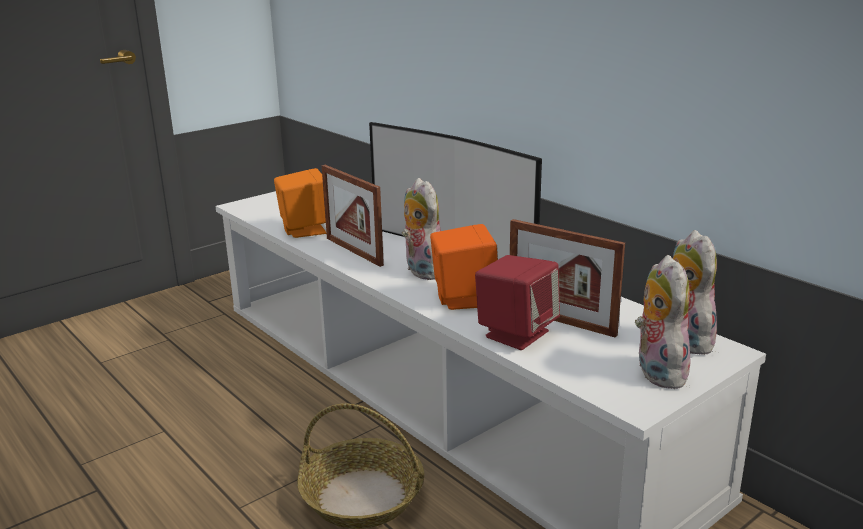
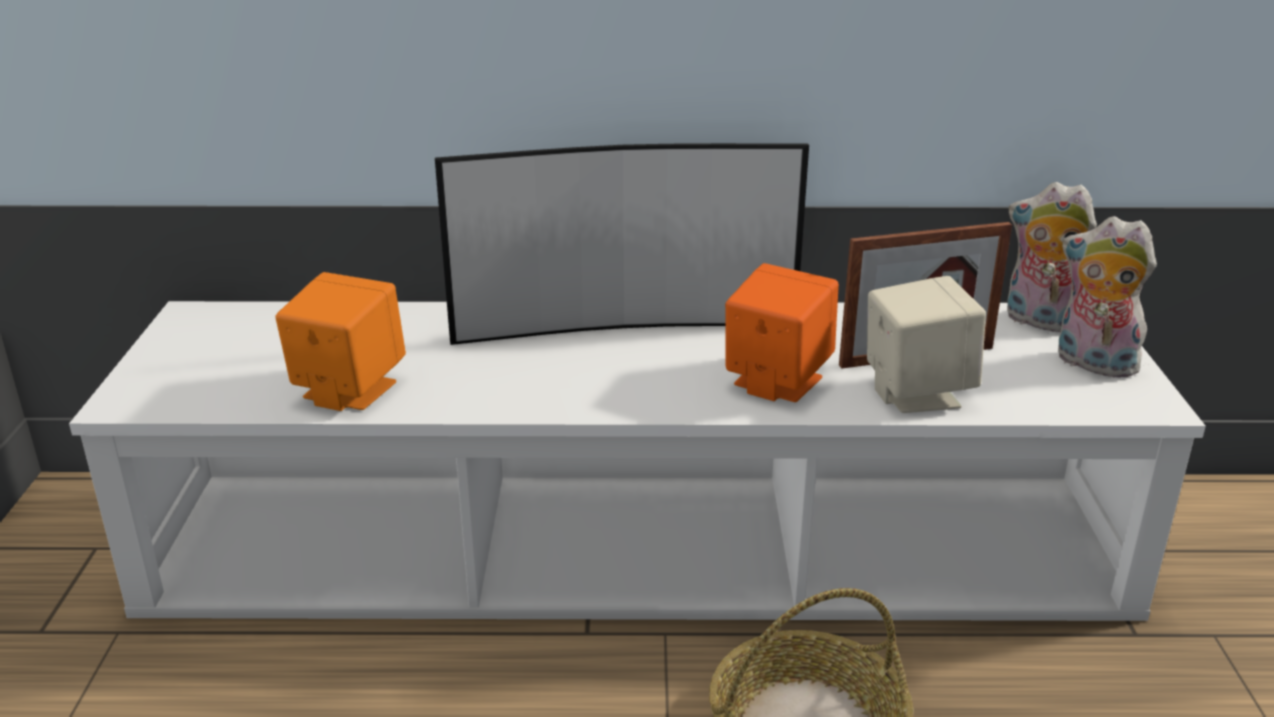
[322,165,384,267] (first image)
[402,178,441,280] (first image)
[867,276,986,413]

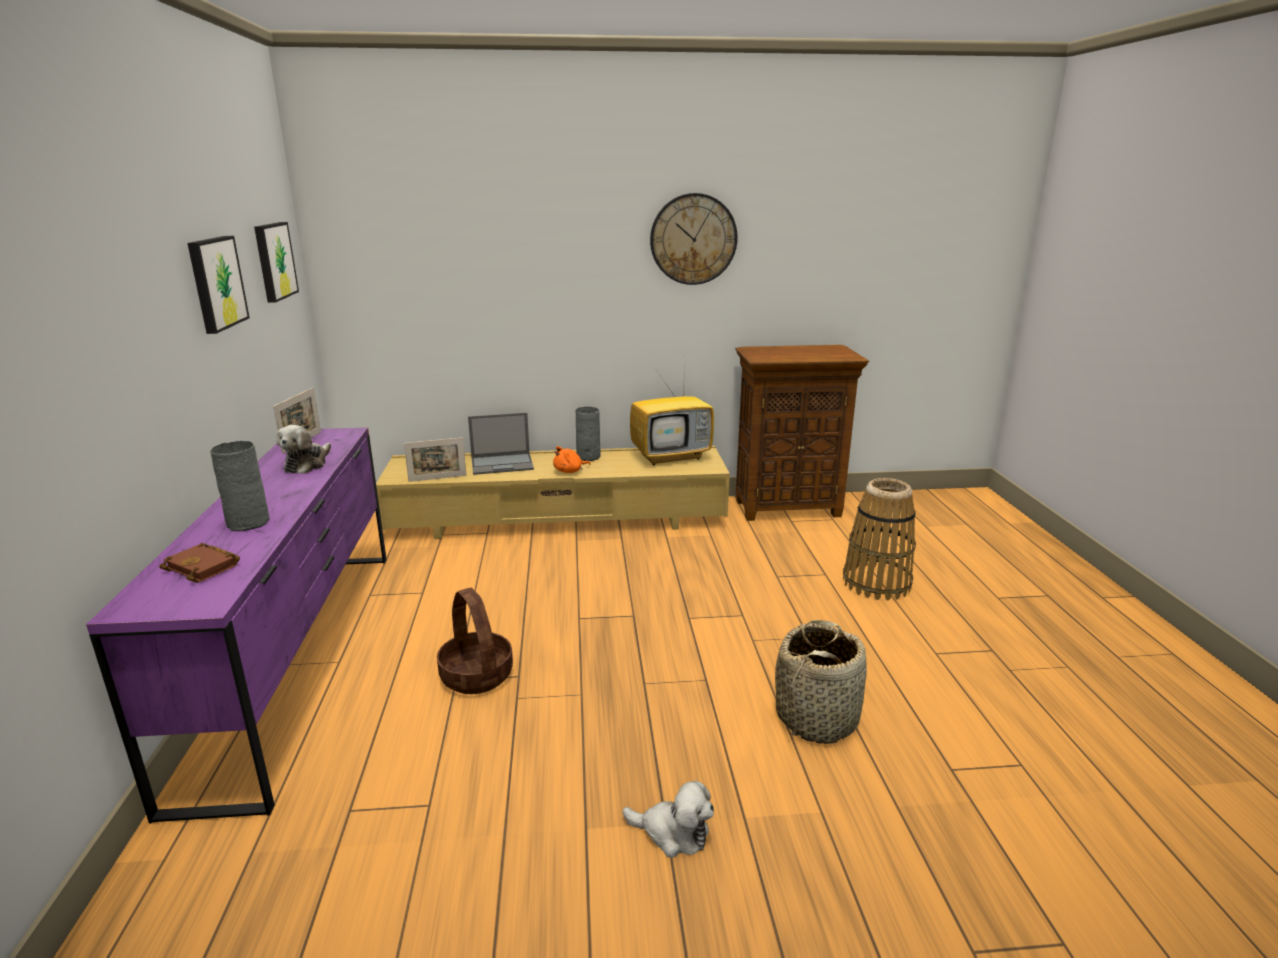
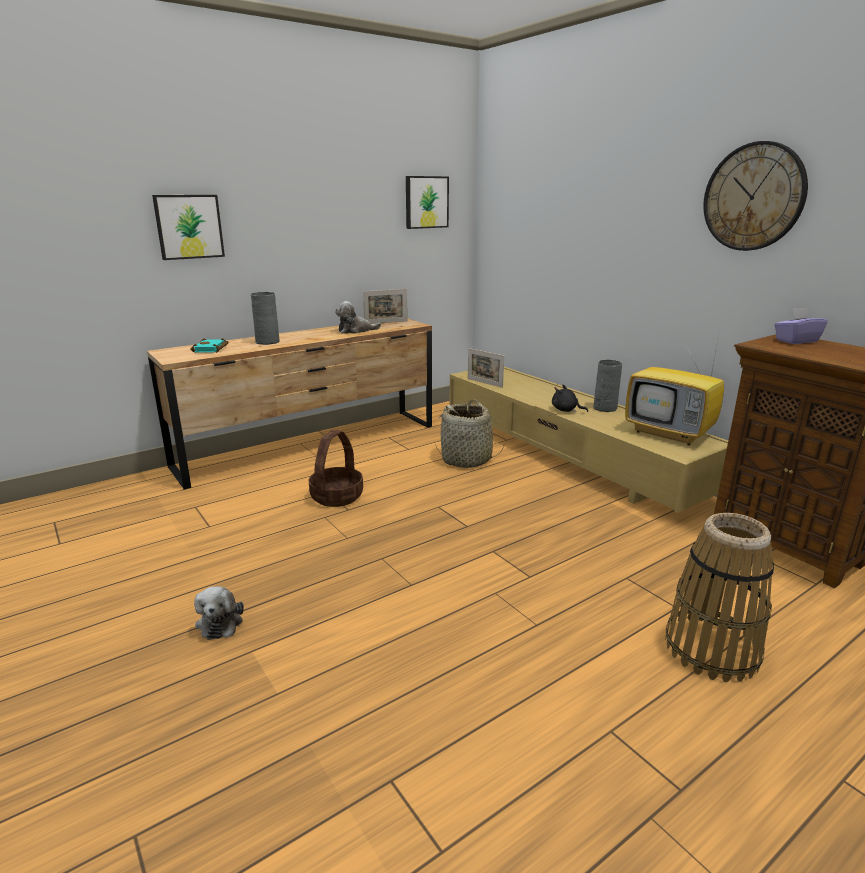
[152,195,225,260]
[468,413,534,475] (first image)
[147,318,432,489]
[552,385,588,412]
[190,338,229,353]
[435,399,504,468]
[774,307,828,344]

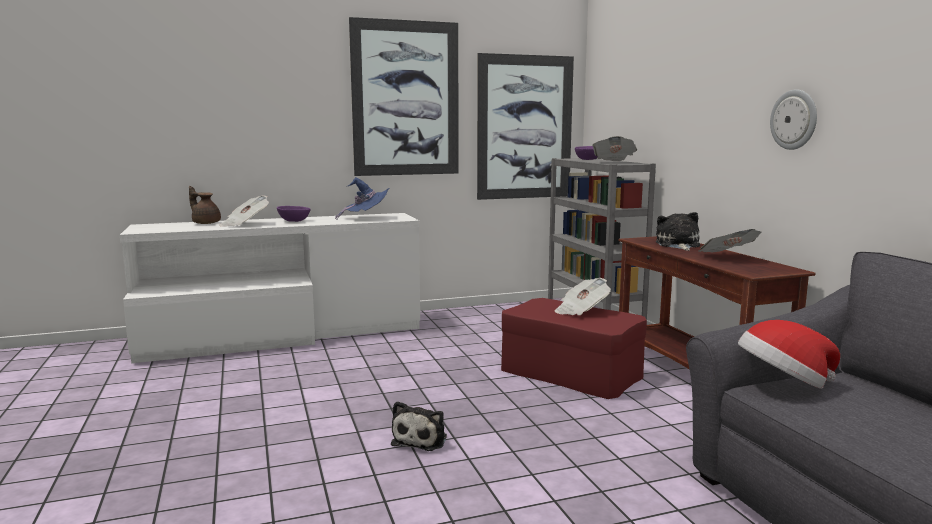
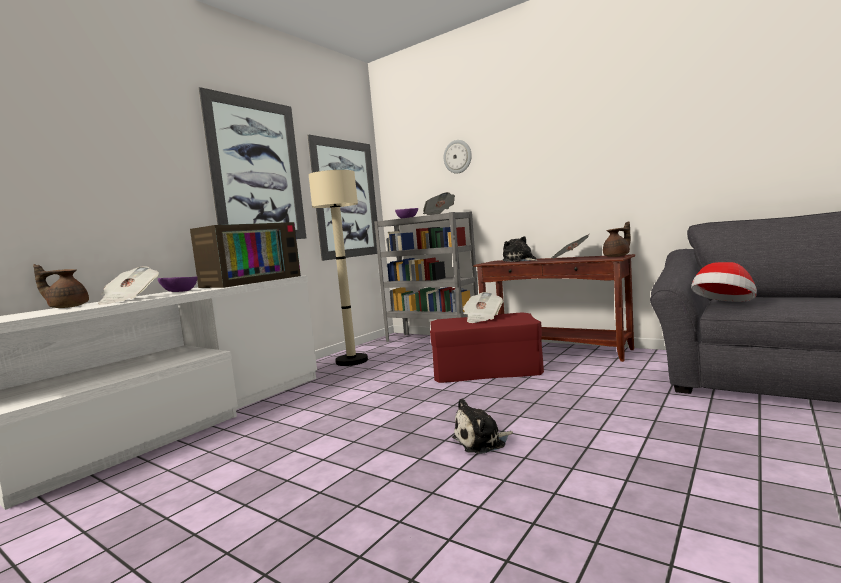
[444,140,472,174]
[190,222,301,288]
[452,398,513,454]
[309,170,368,366]
[603,221,631,257]

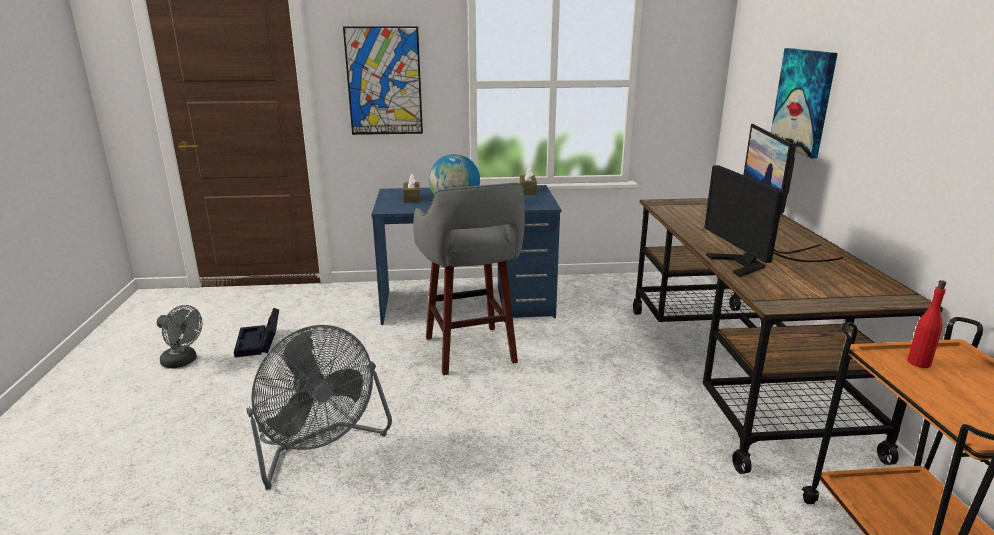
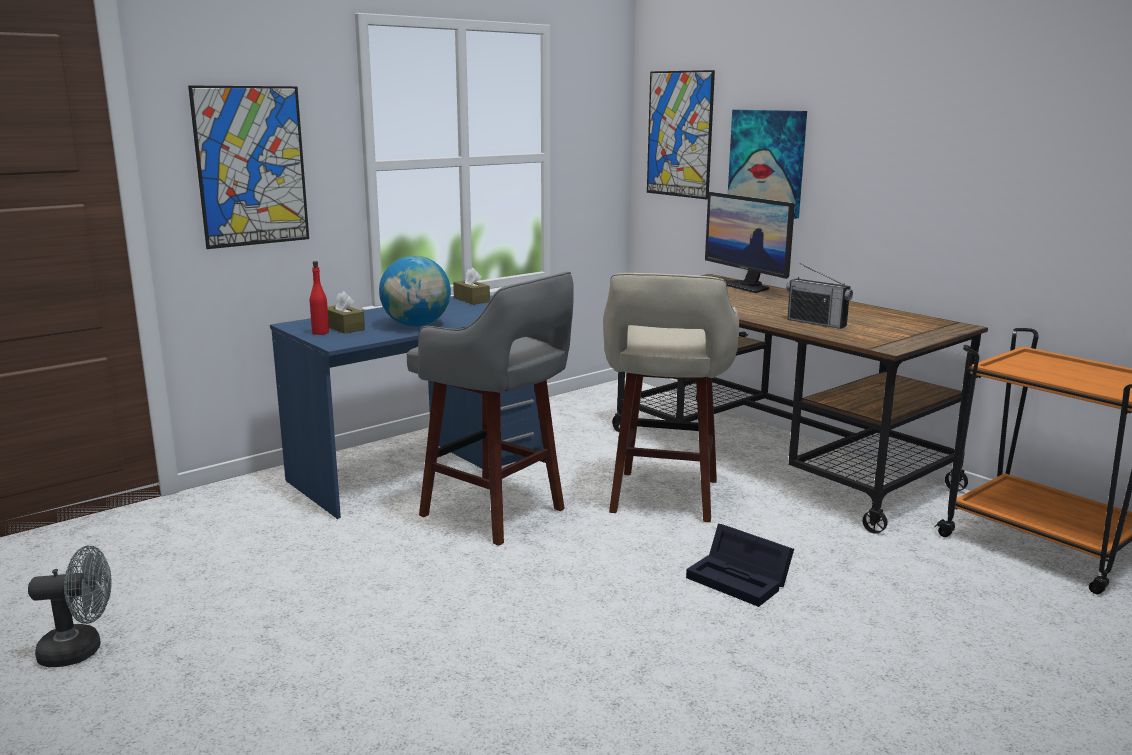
[786,263,853,329]
[310,261,329,335]
[686,524,794,607]
[246,325,392,490] (first image)
[647,70,715,199]
[603,273,739,522]

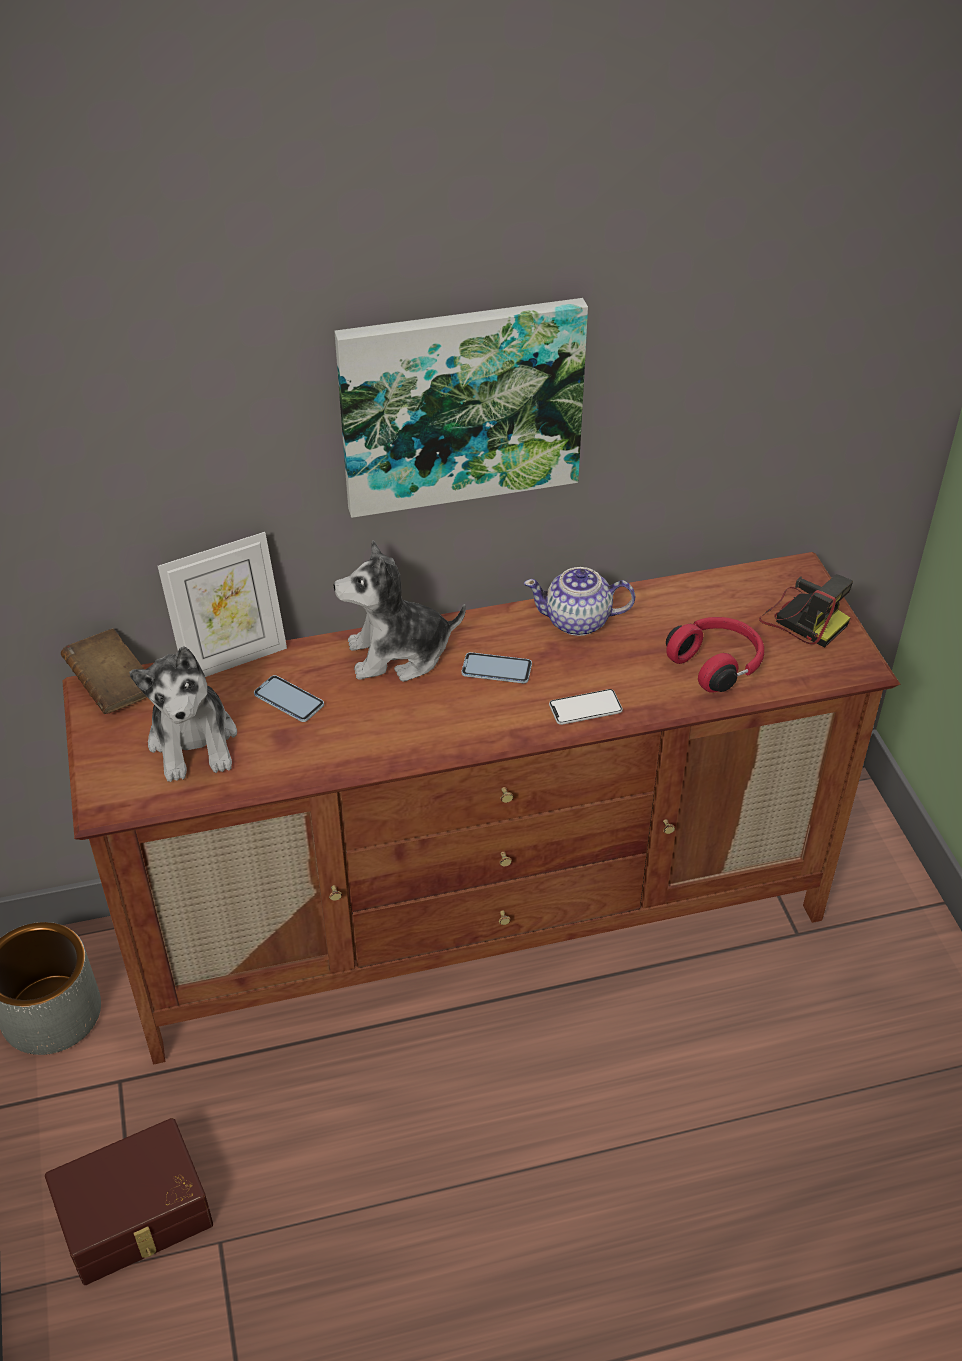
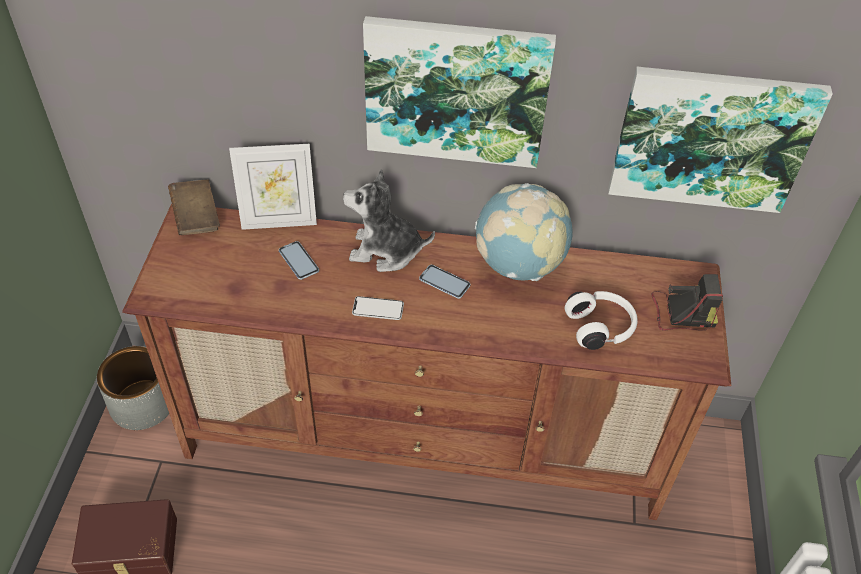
[475,183,573,281]
[651,274,723,331]
[565,291,638,350]
[129,646,237,782] (first image)
[352,296,404,320]
[608,67,833,213]

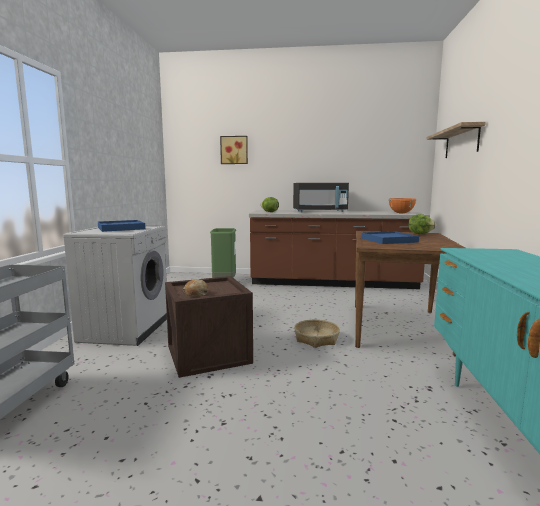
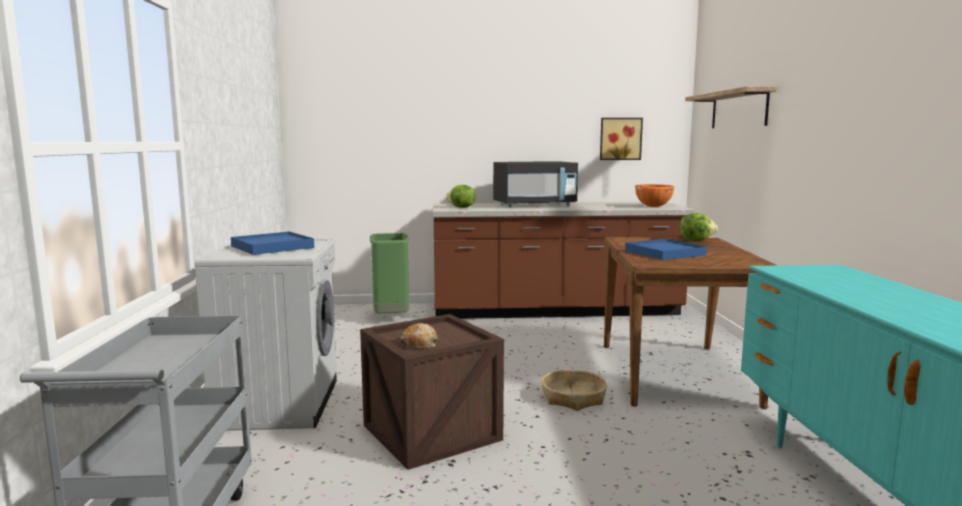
[600,118,643,160]

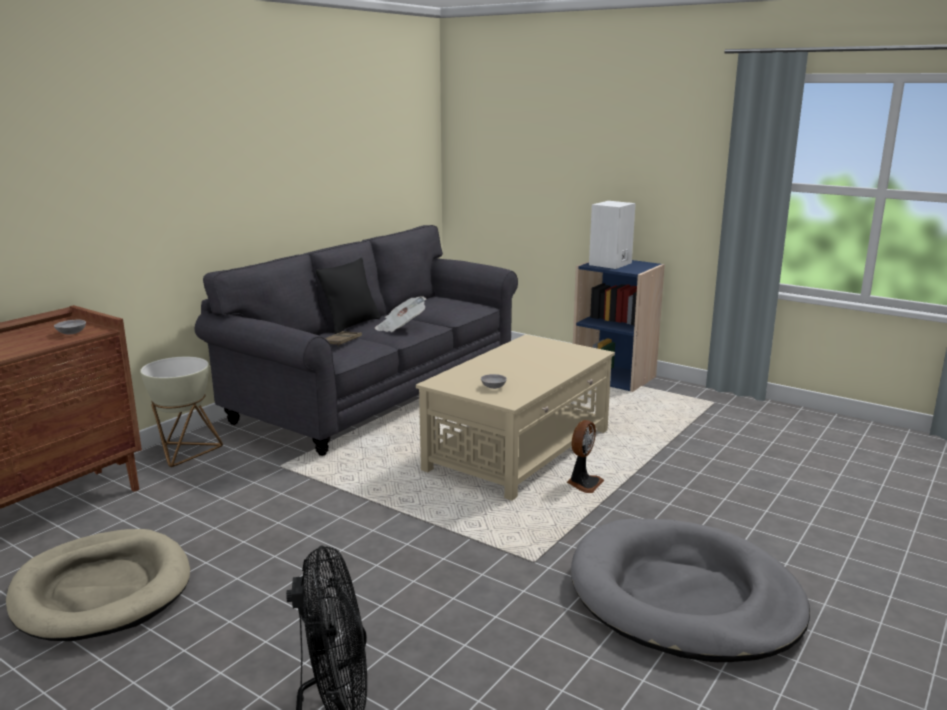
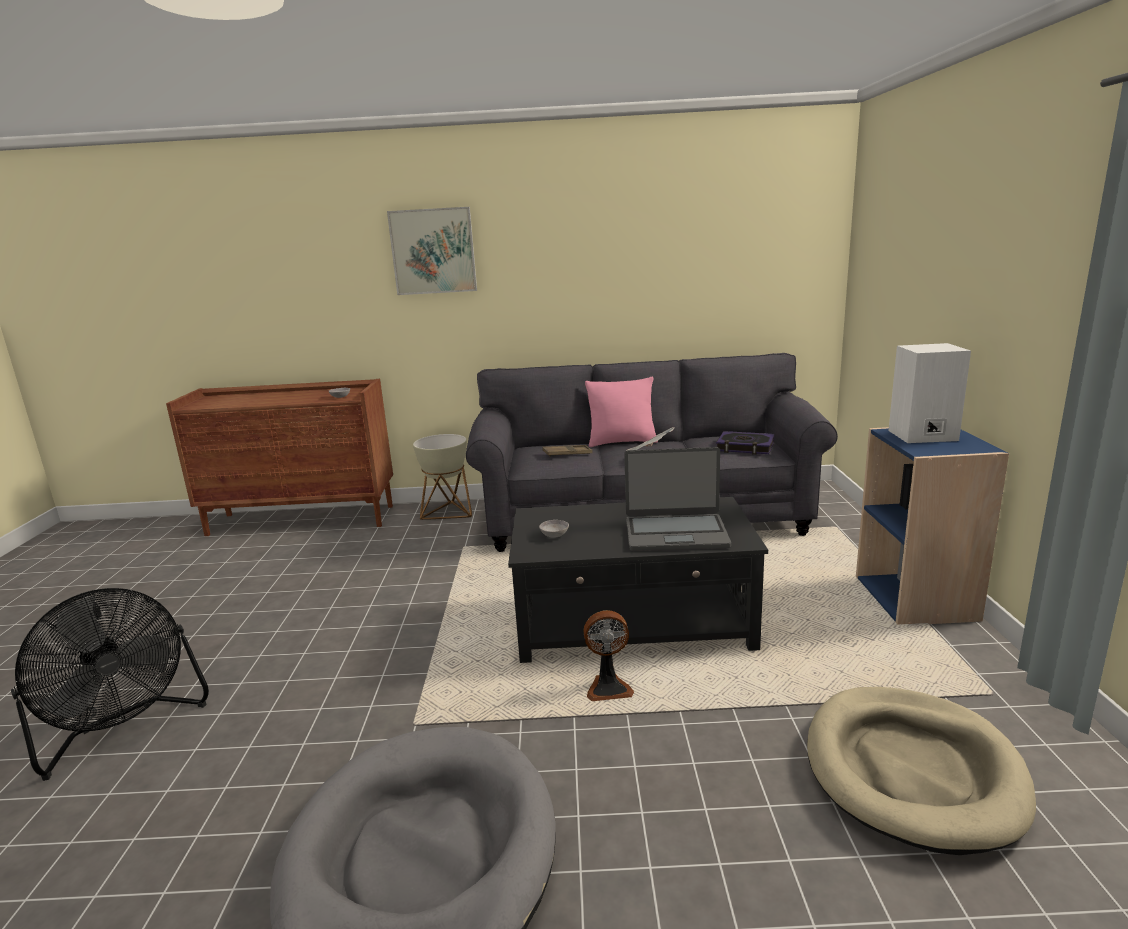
[585,377,658,447]
[508,497,768,663]
[807,687,1036,855]
[387,207,477,295]
[716,431,774,455]
[624,447,731,551]

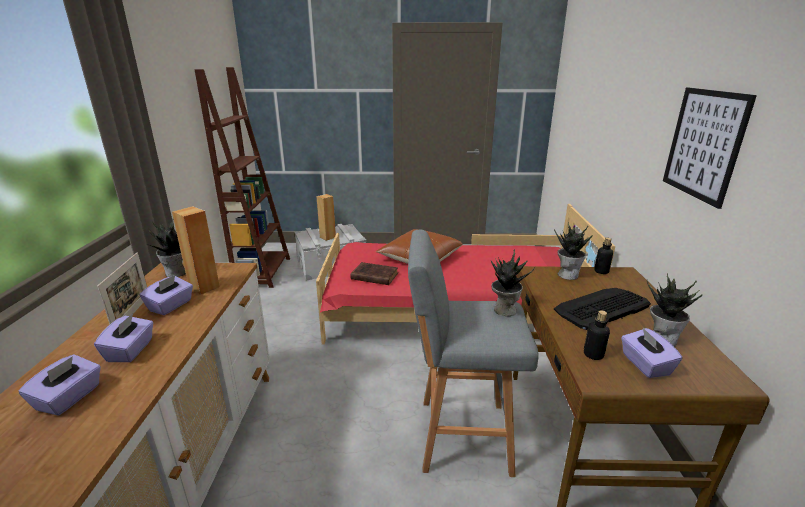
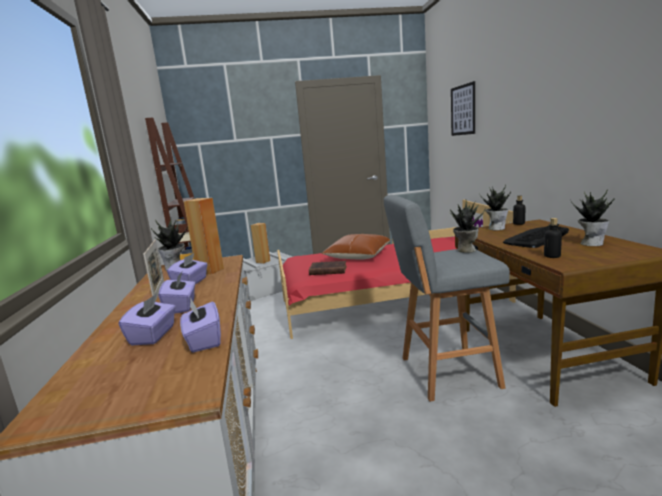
[451,81,475,136]
[180,299,221,352]

